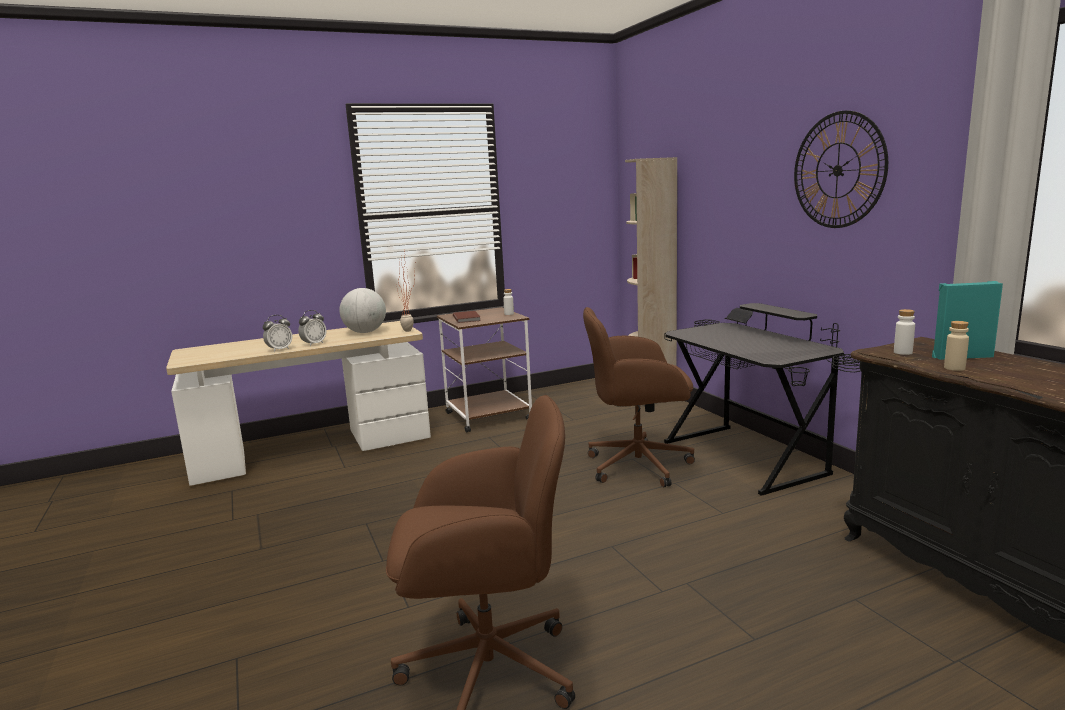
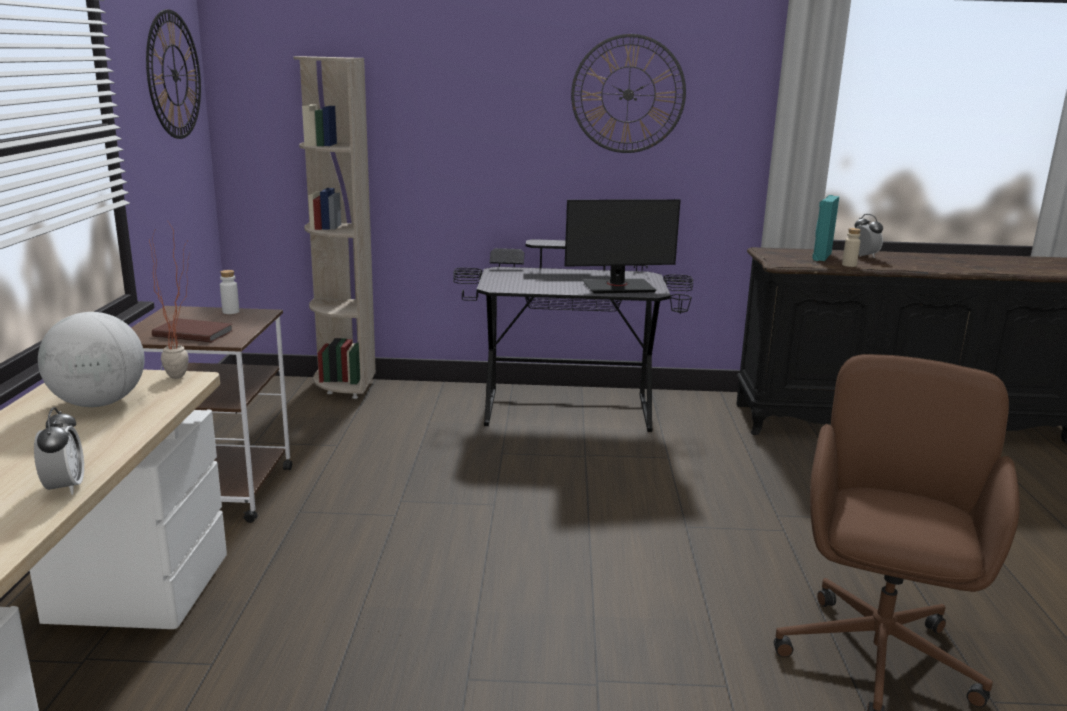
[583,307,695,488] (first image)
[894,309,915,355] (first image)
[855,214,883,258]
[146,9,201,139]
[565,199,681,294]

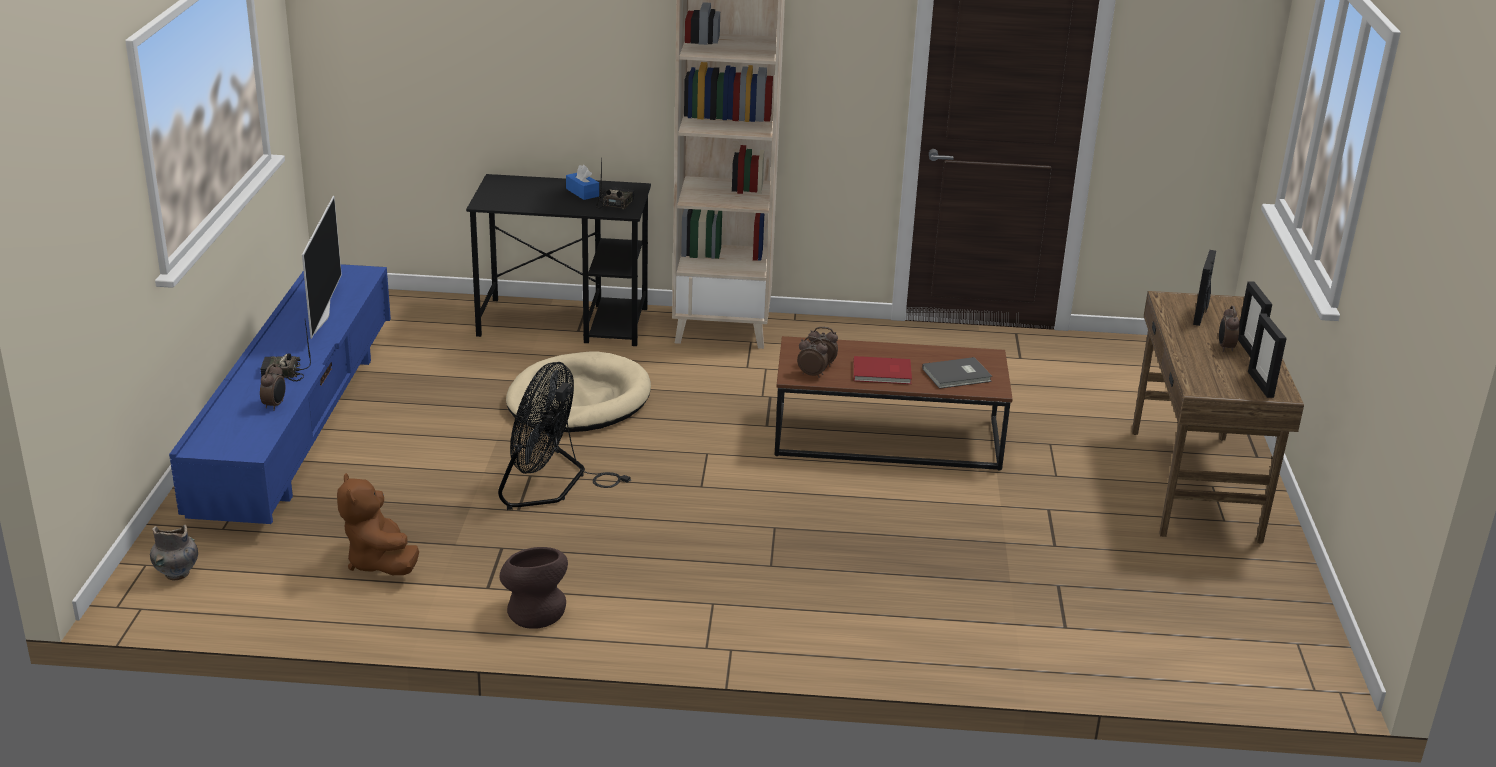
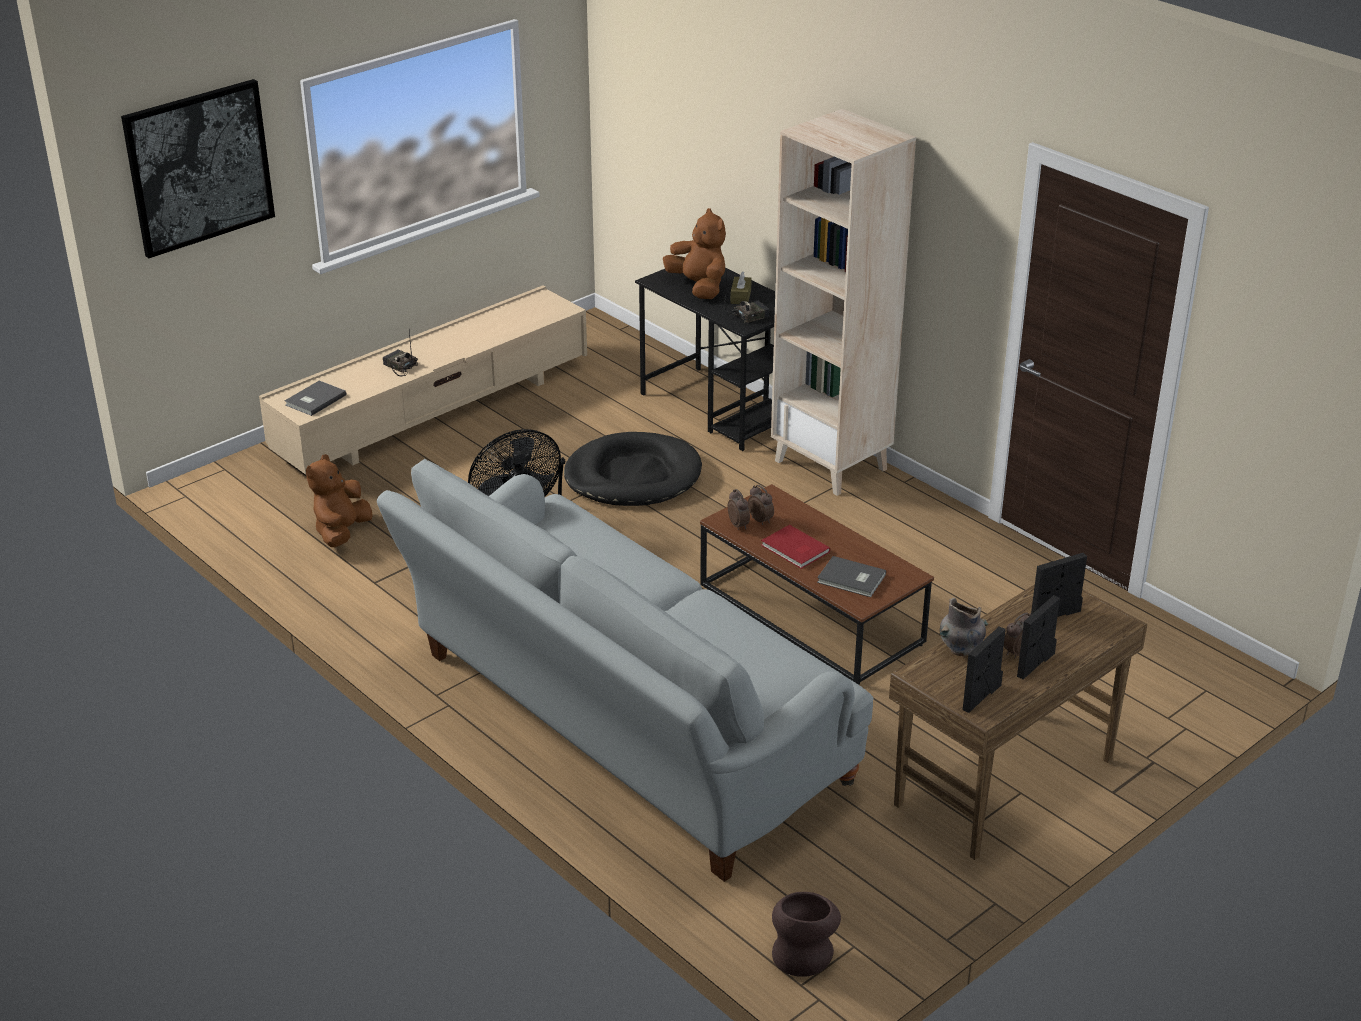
[731,271,752,304]
[302,196,342,339] (first image)
[259,285,587,474]
[564,432,702,506]
[260,364,286,411] (first image)
[940,597,988,656]
[772,892,841,977]
[121,79,275,258]
[663,208,726,299]
[285,380,346,416]
[377,459,874,882]

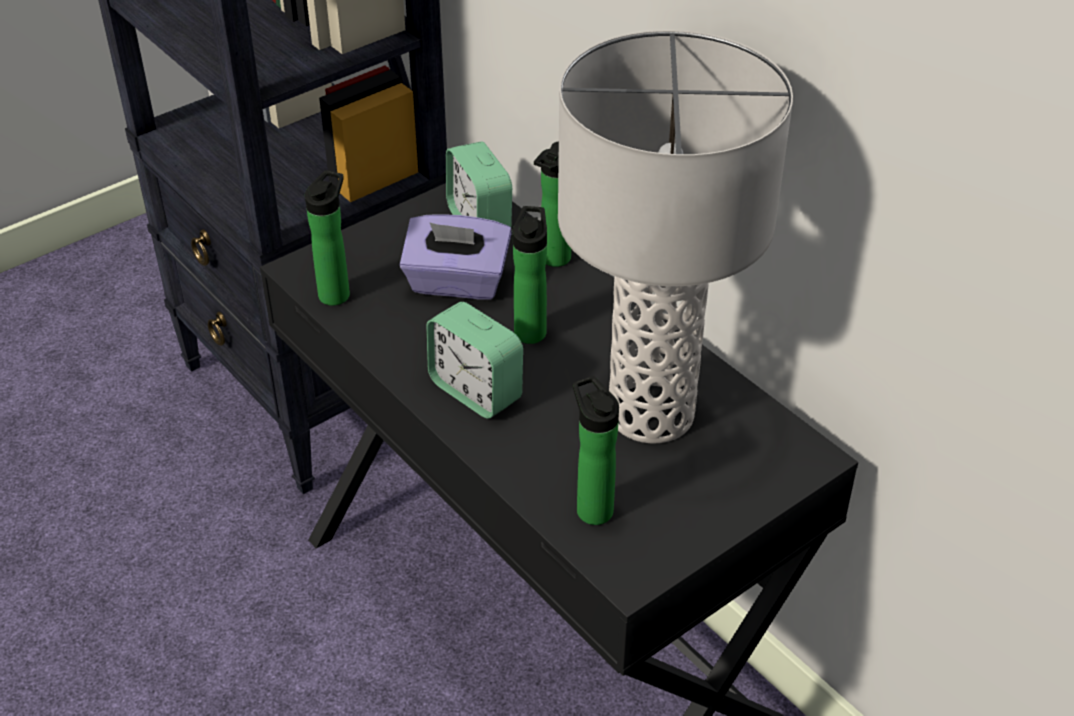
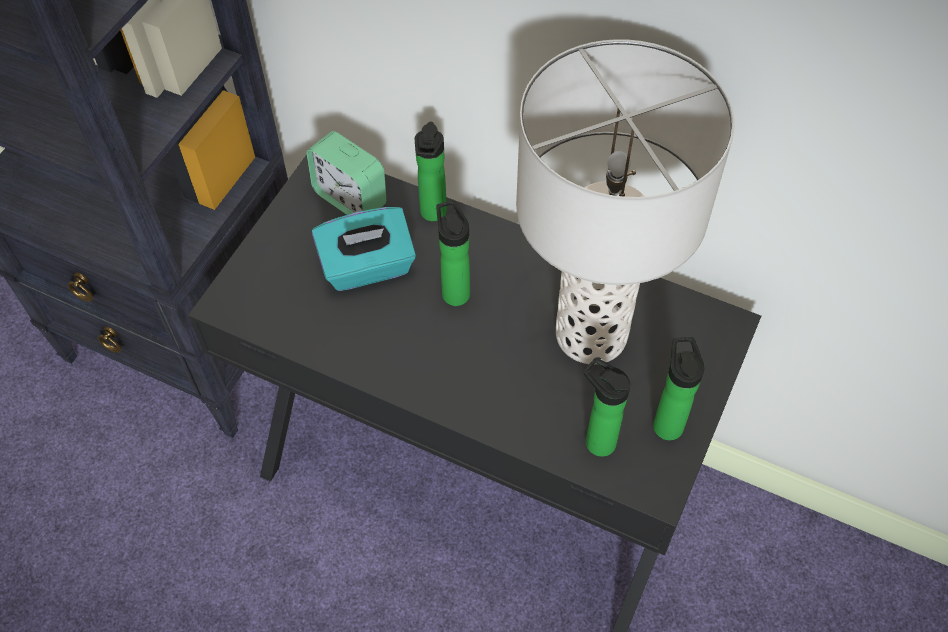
[653,337,705,440]
[312,207,416,291]
[426,302,523,419] (first image)

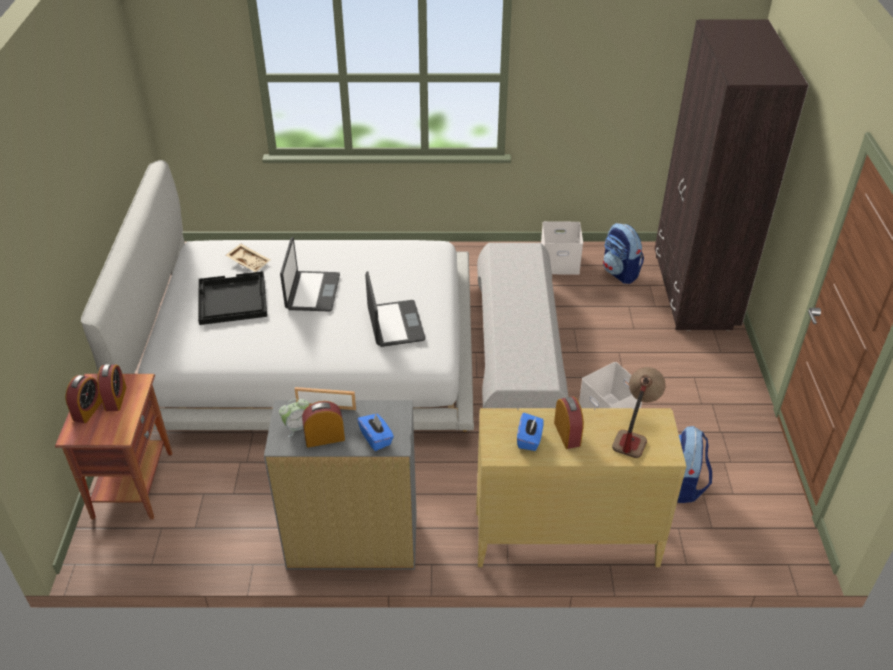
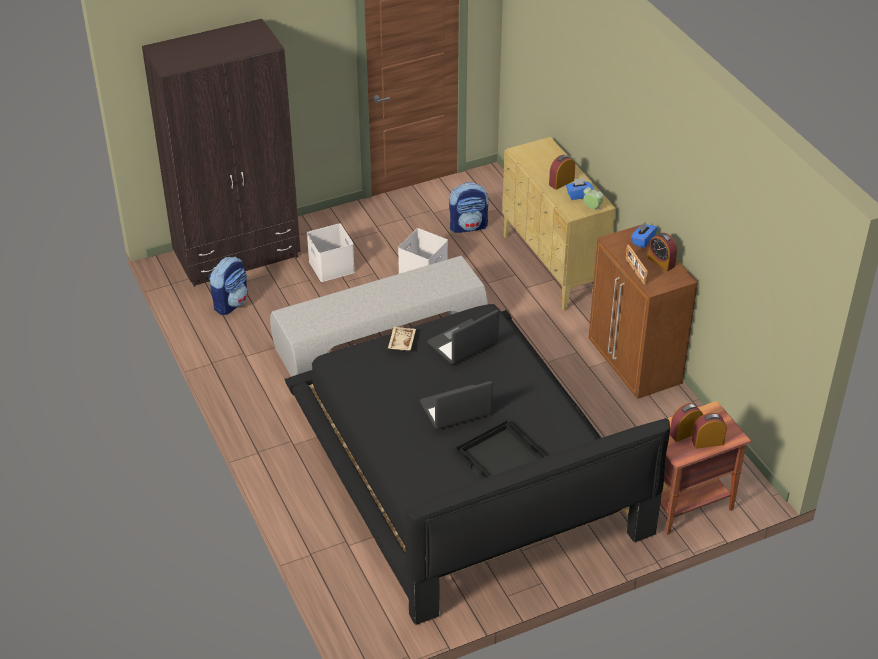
[284,304,670,625]
[307,223,355,282]
[388,326,416,351]
[612,367,665,458] (first image)
[583,187,603,209]
[589,225,698,399]

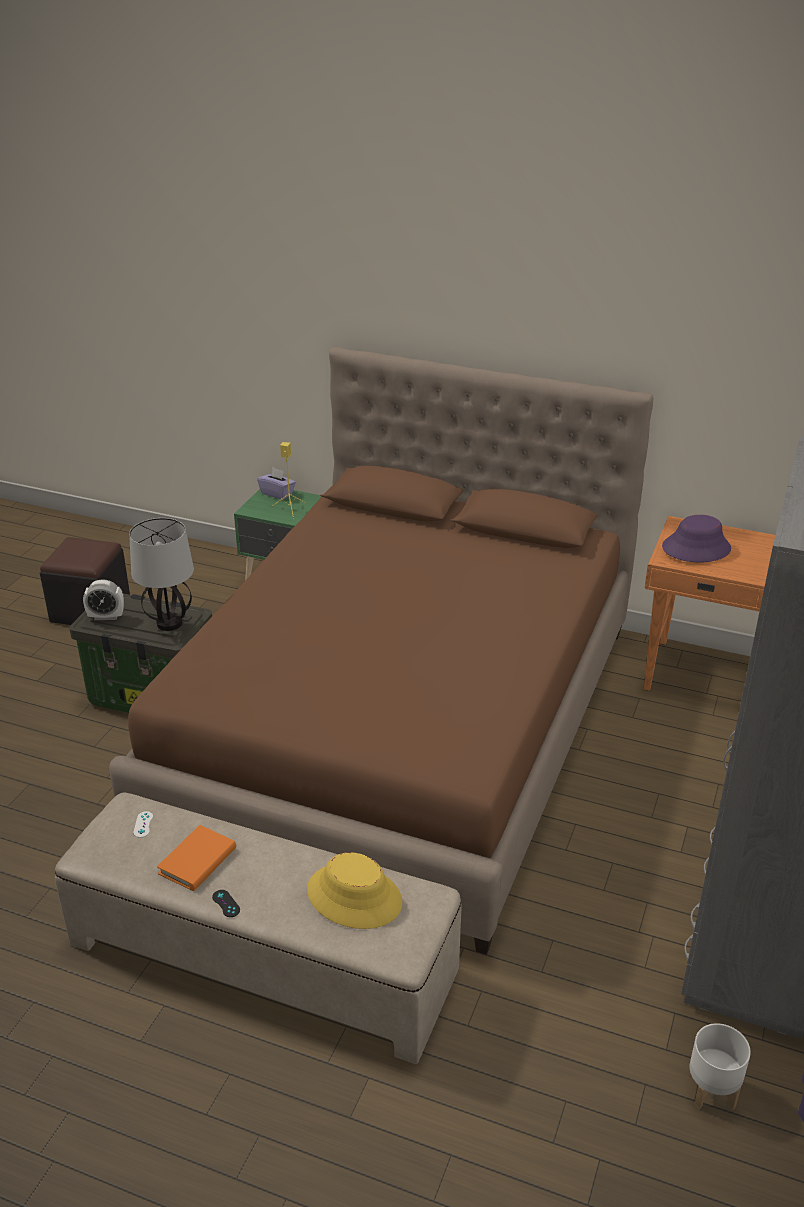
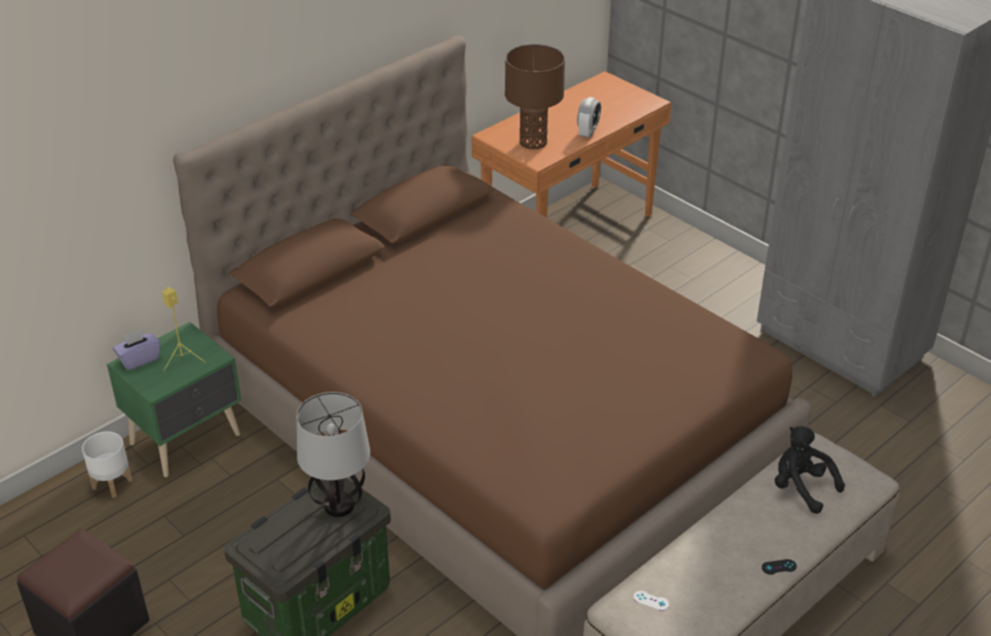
[505,44,565,149]
[577,97,601,138]
[157,825,236,891] (first image)
[775,426,845,514]
[82,431,132,498]

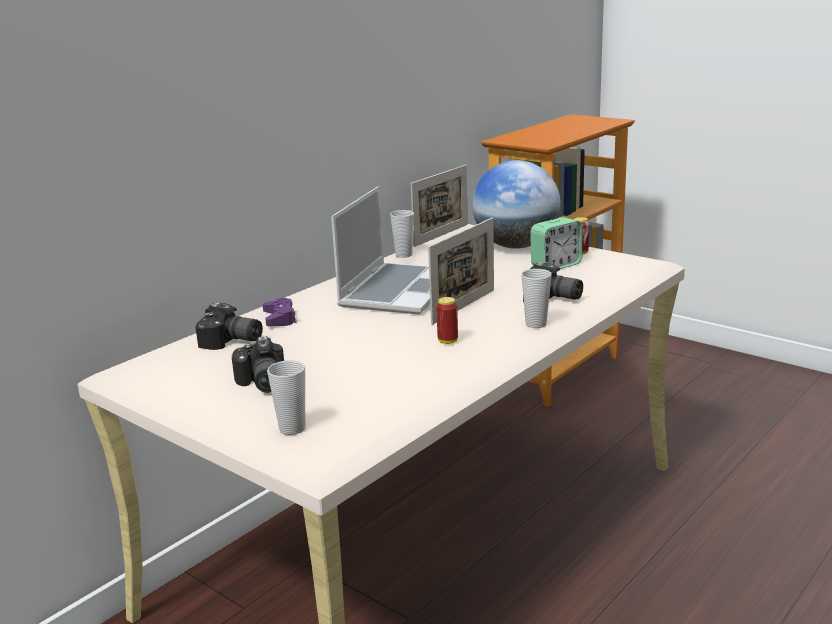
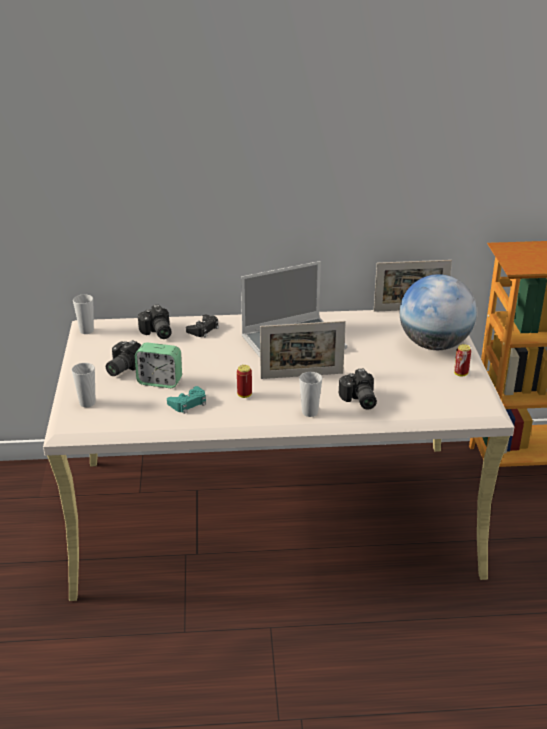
[73,294,94,334]
[135,342,182,388]
[186,314,219,337]
[167,386,206,414]

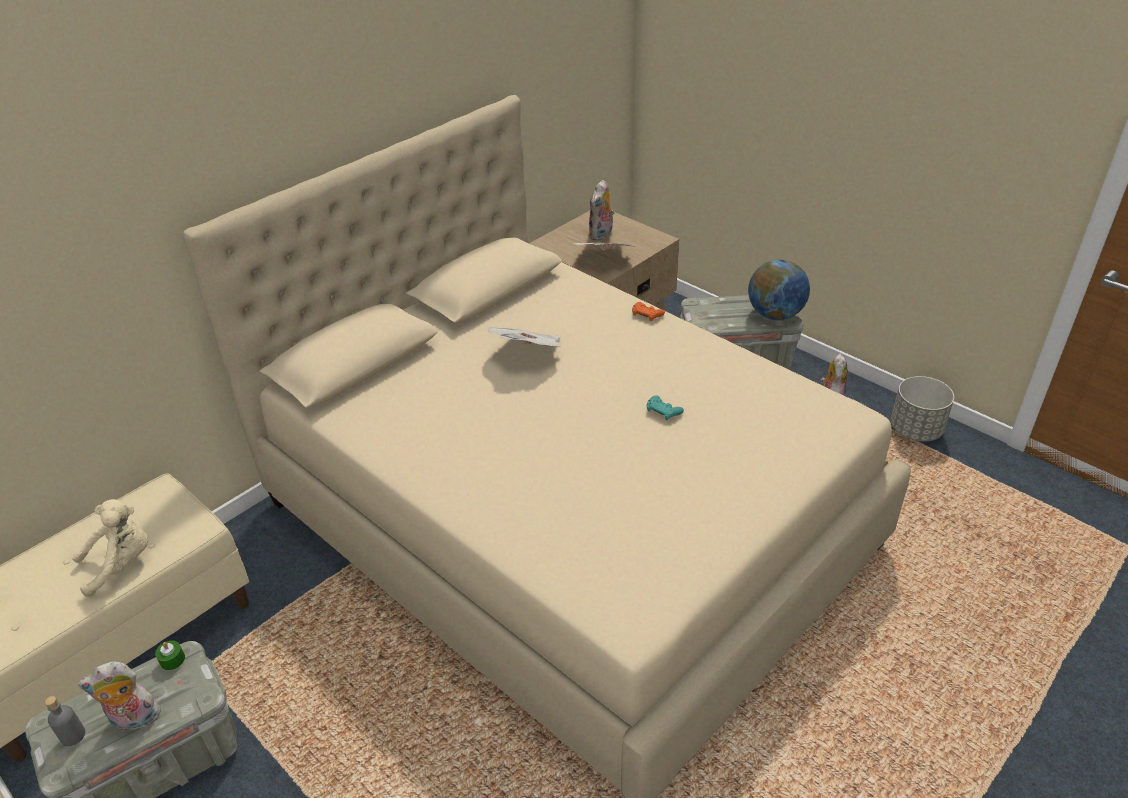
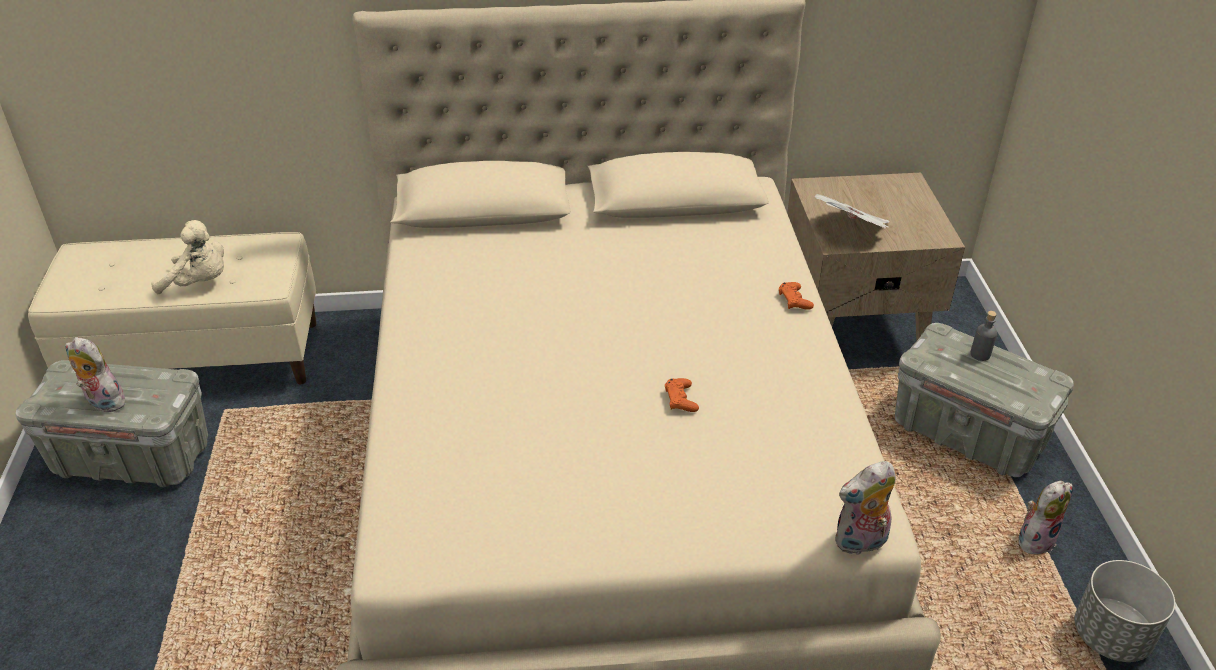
[835,461,896,555]
[748,259,810,320] (first image)
[488,327,562,347] (first image)
[665,378,699,412]
[155,640,185,670] (first image)
[970,311,997,361]

